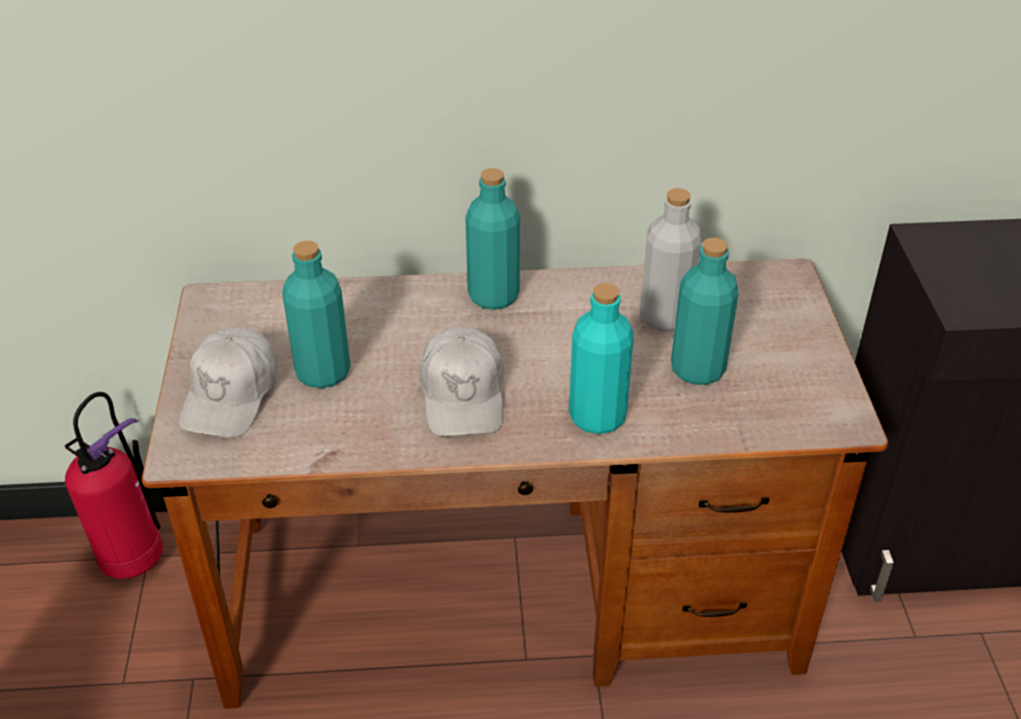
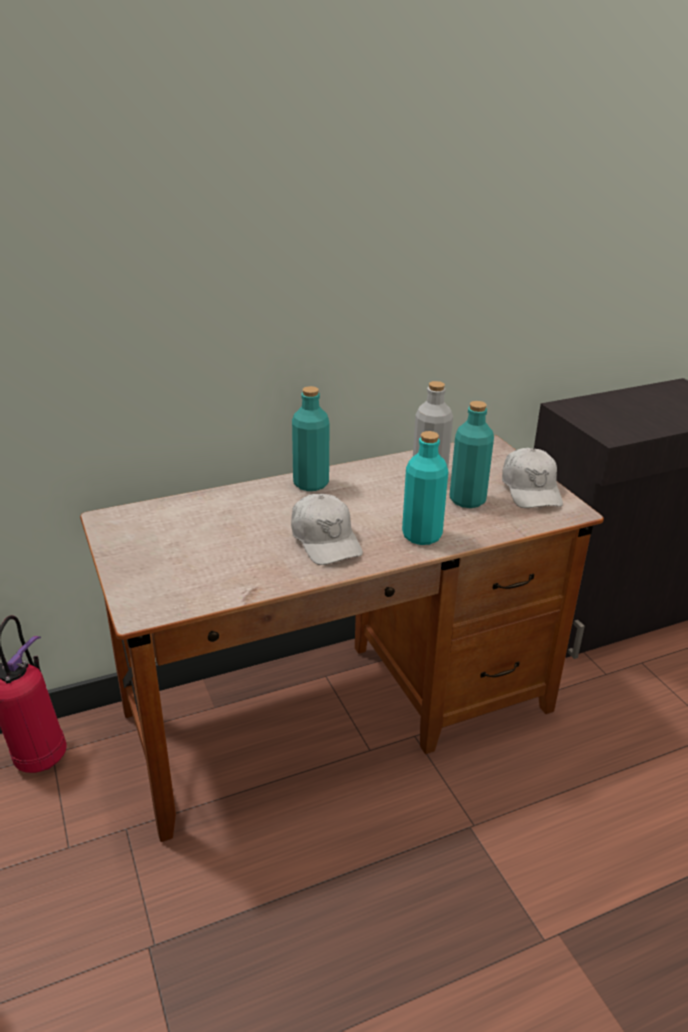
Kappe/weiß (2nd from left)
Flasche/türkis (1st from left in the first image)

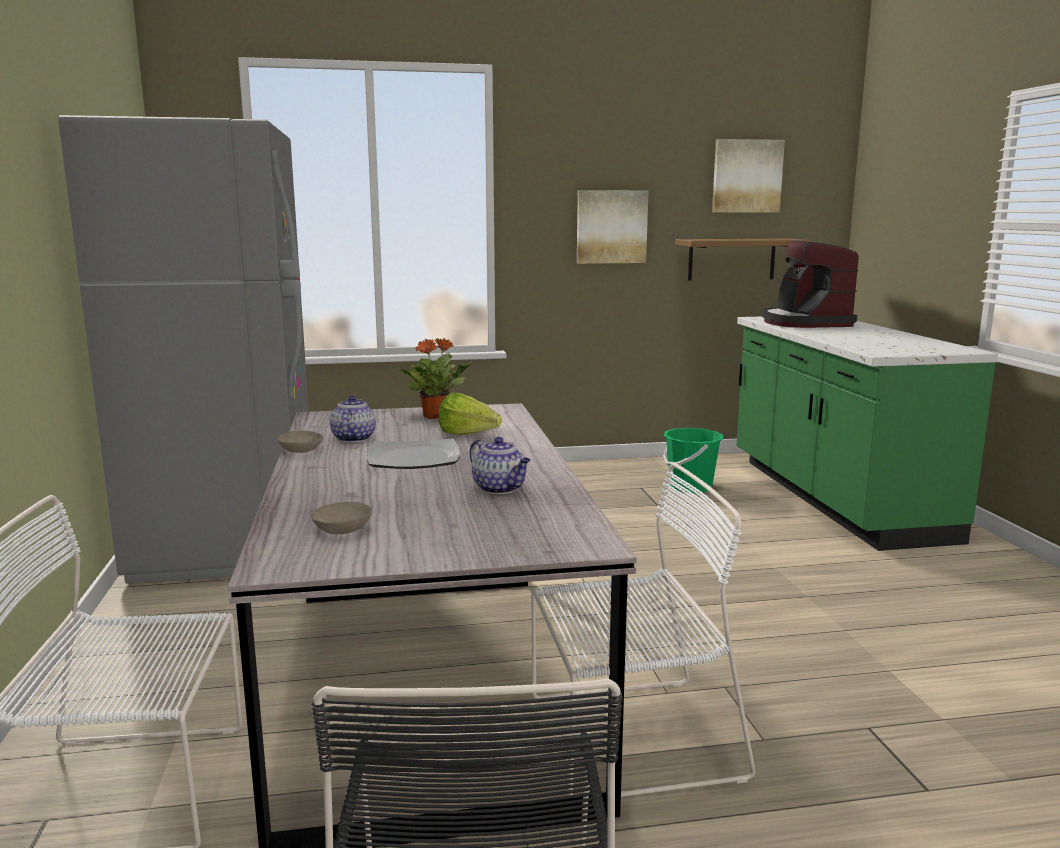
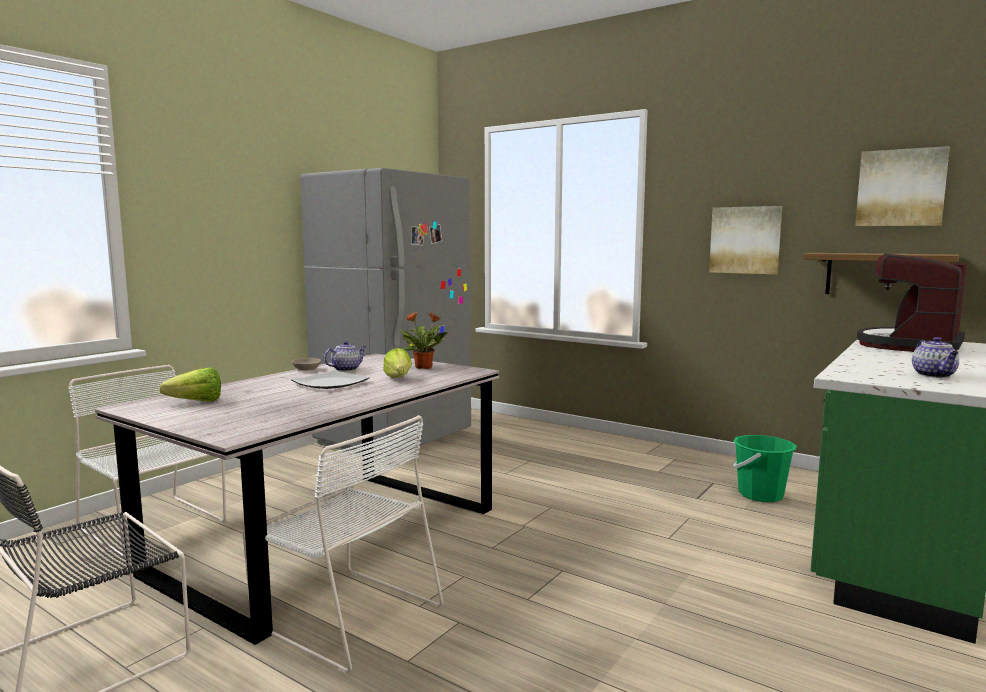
Salatkopf (1st from left)
Teekanne (2nd from left)

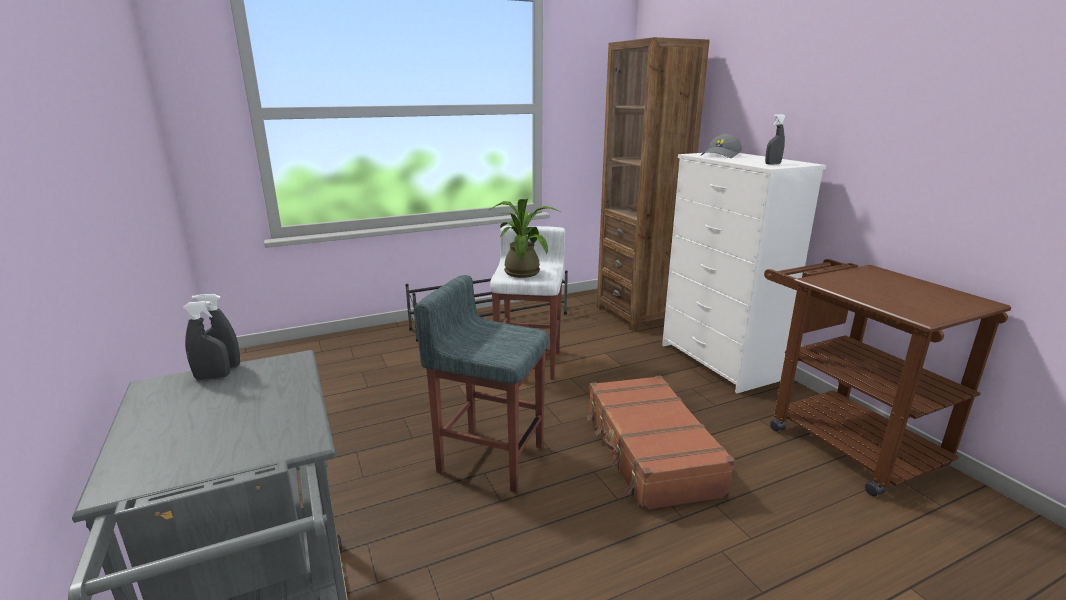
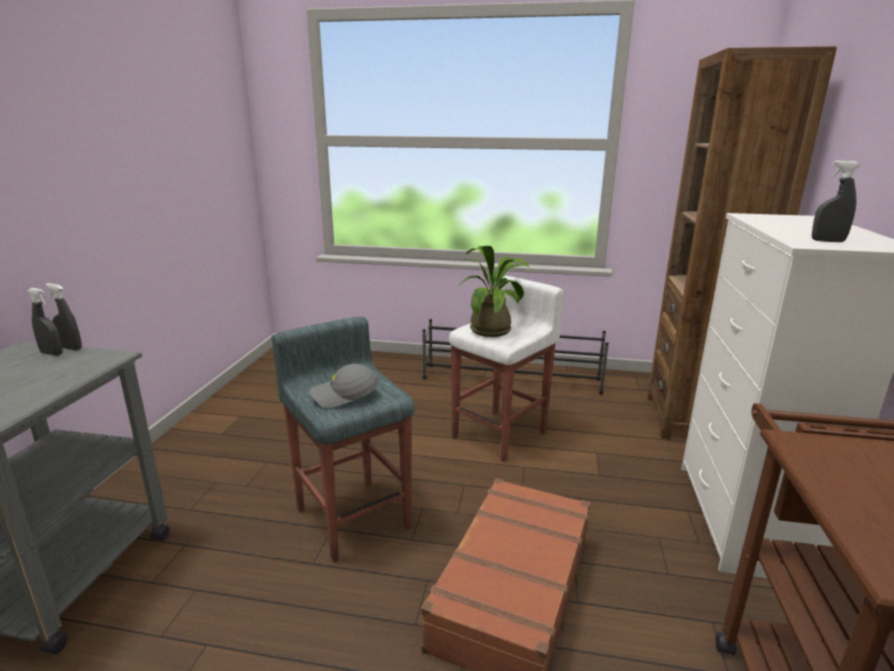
Kappe/grau

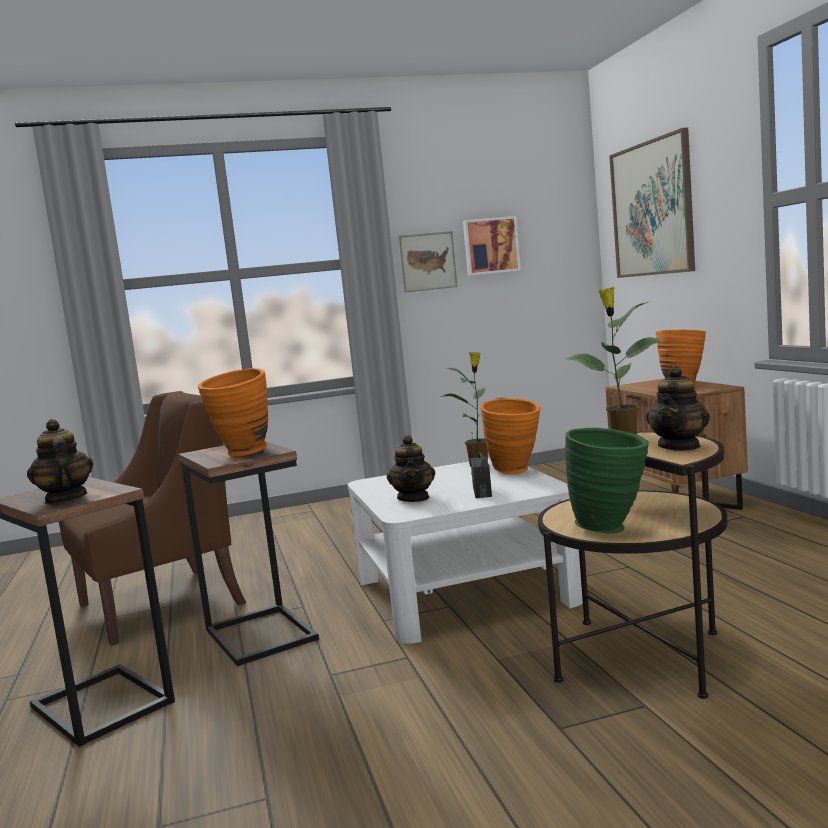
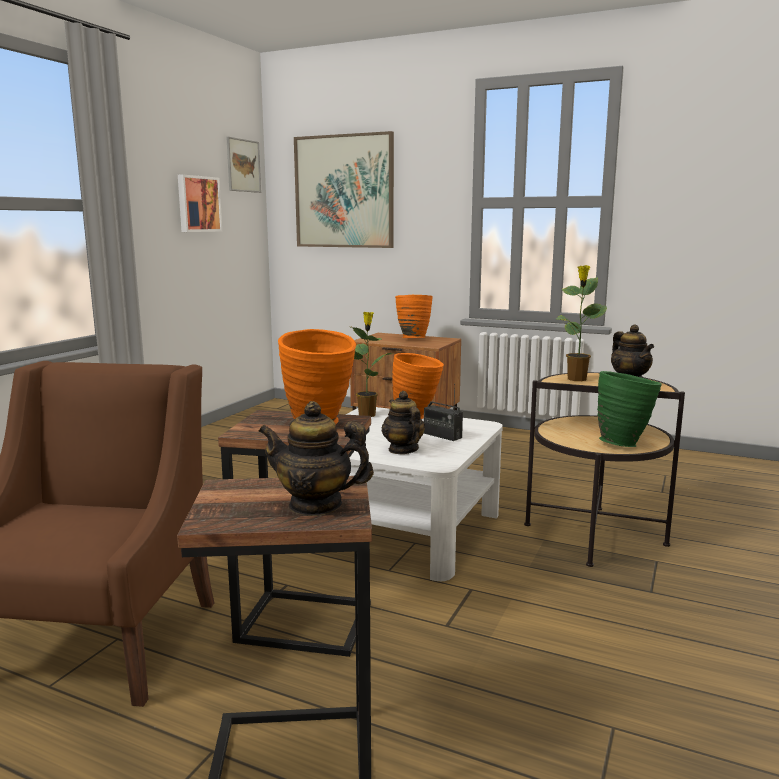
Bild (2nd from left)
Teekanne (2nd from left)

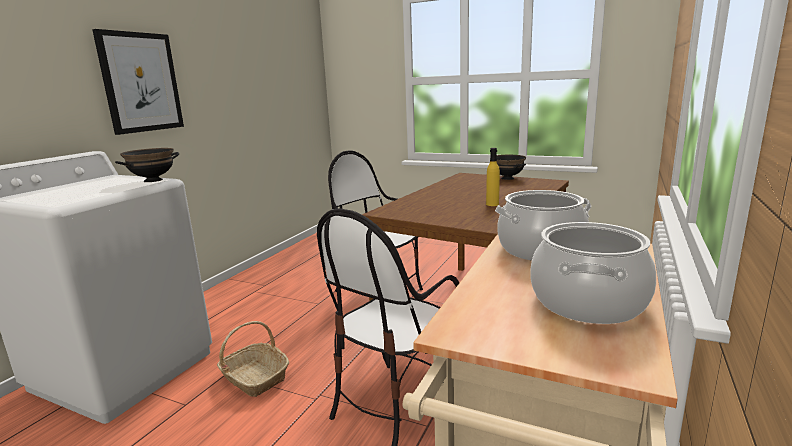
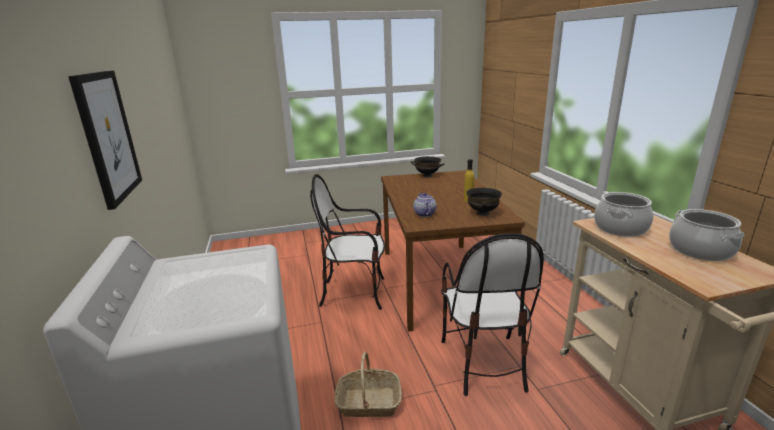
Teekanne
Schüssel/schwarz (2nd from left)

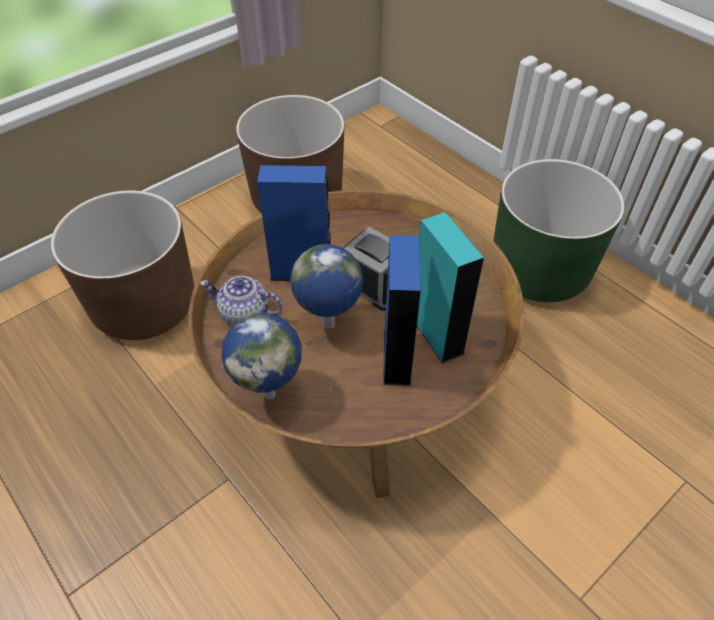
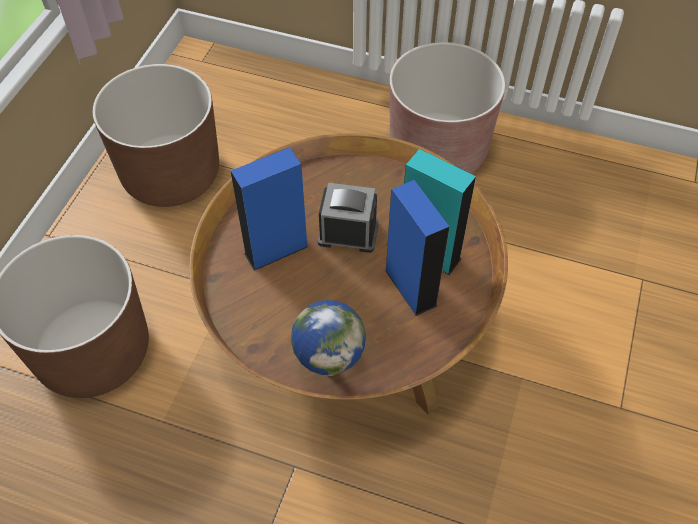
Pflanzkübel/braun (3rd from left)
Teekanne
Globus (2nd from left in the first image)

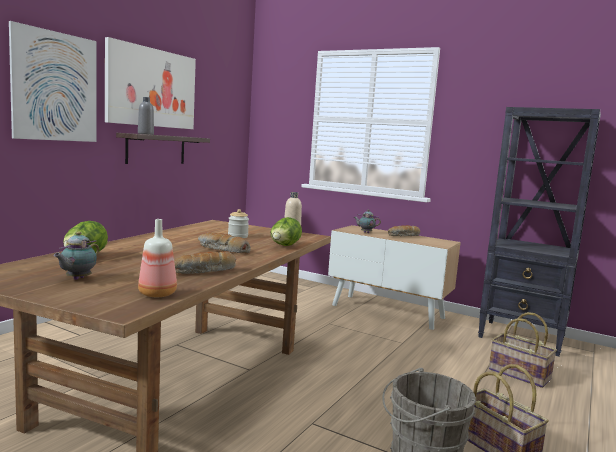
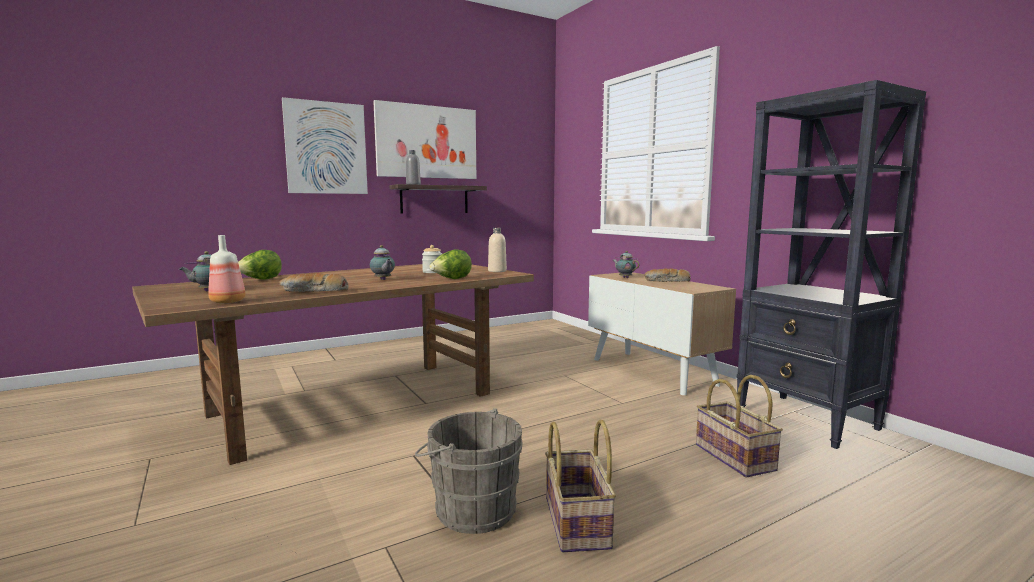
Teekanne (2nd from left)

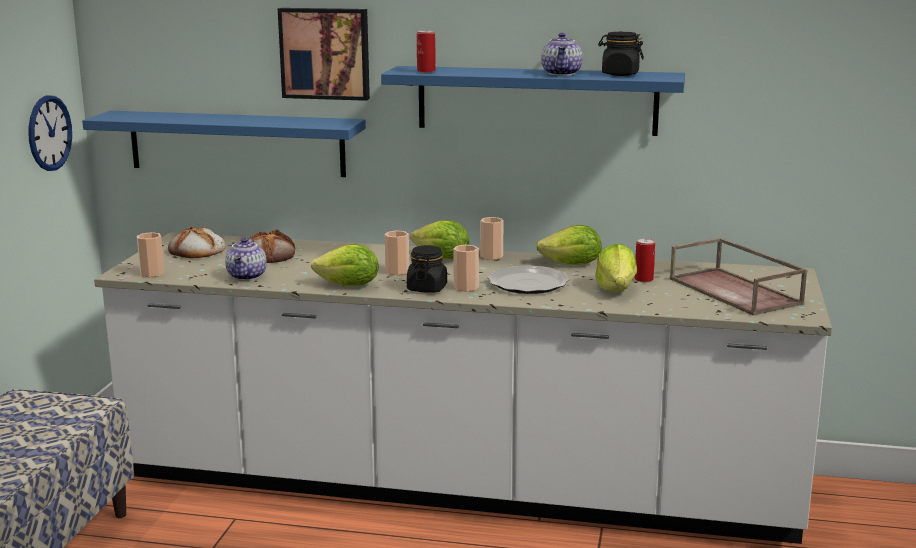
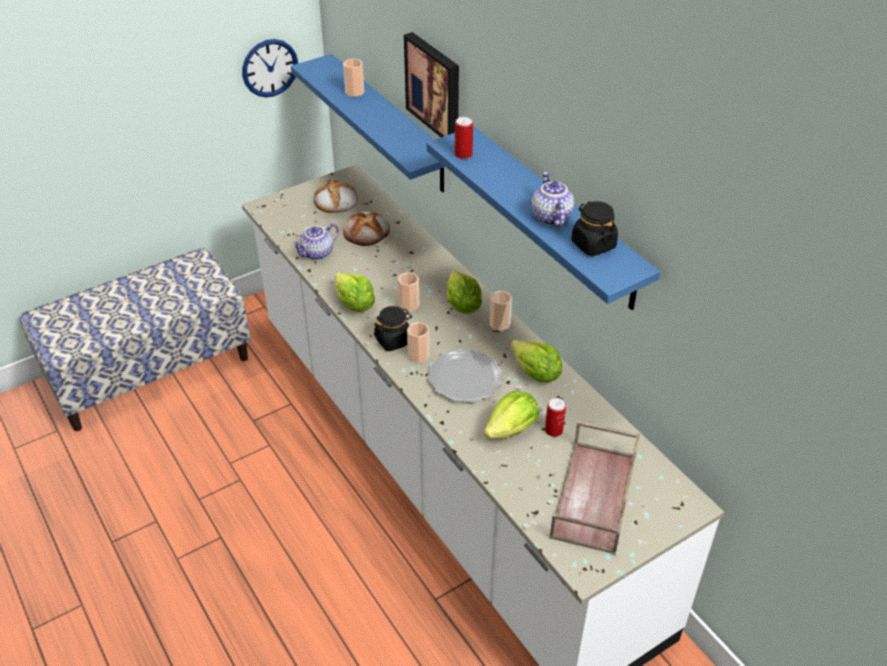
Tasse (1st from left)
Teekanne (2nd from left)

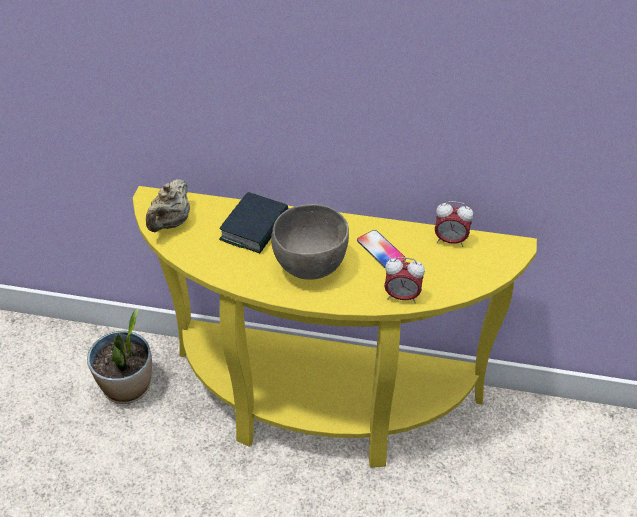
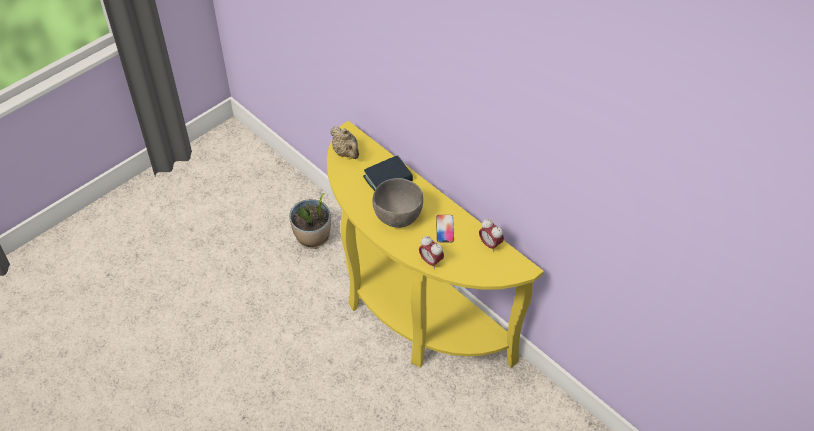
Teekanne/beige

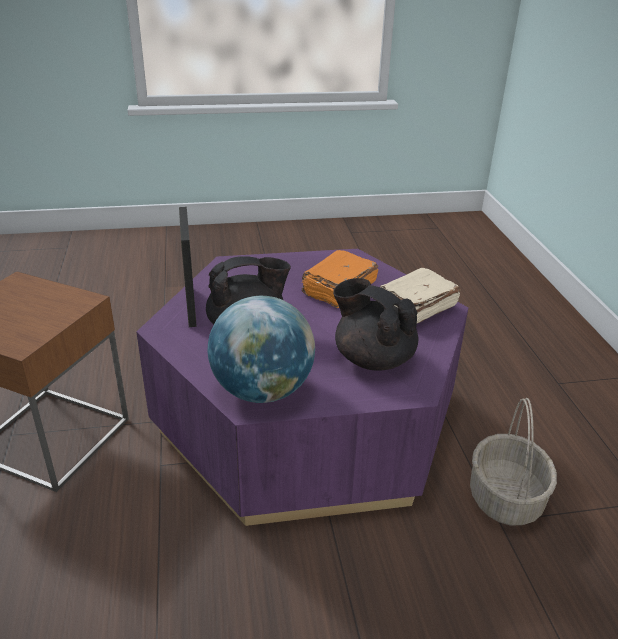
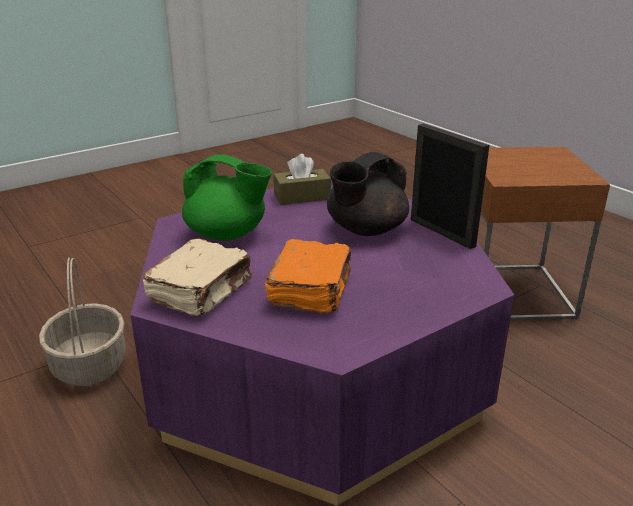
Teekanne/grün
Taschentuchbox/braun

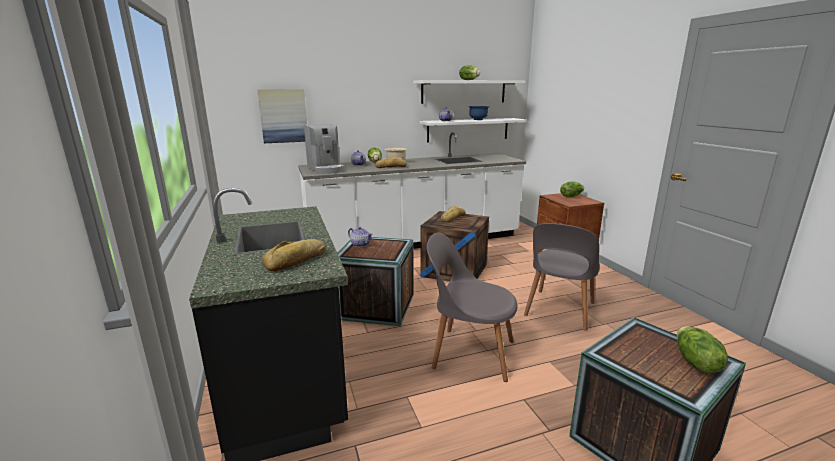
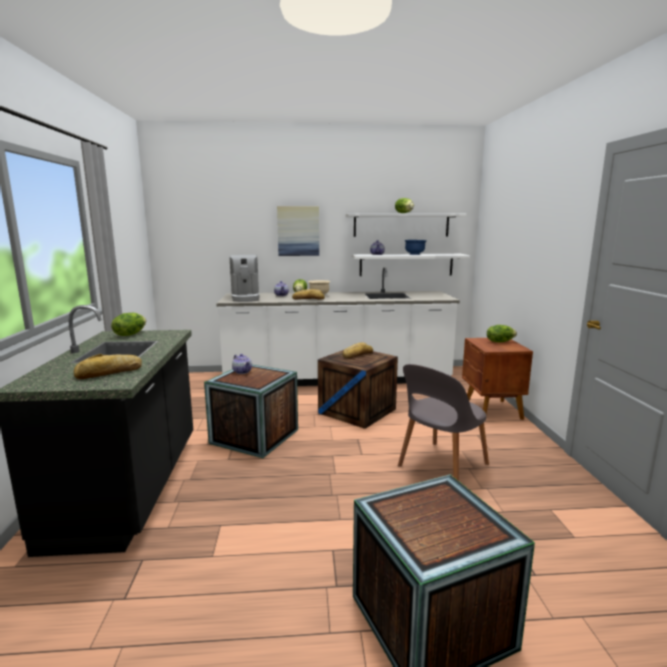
Salatkopf (1st from left)
Bild
Stuhl/grau (1st from left in the first image)

